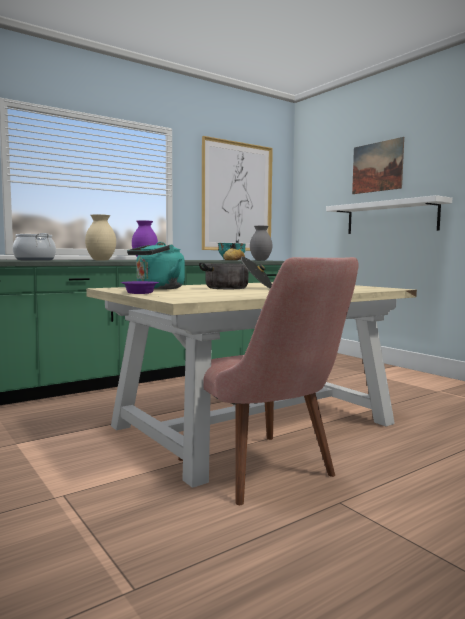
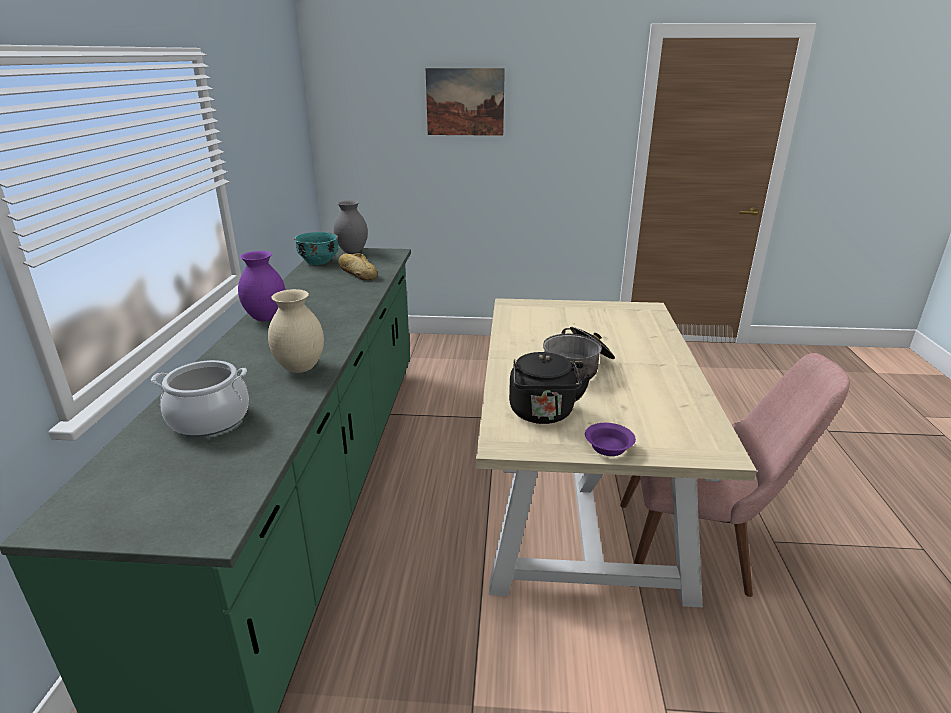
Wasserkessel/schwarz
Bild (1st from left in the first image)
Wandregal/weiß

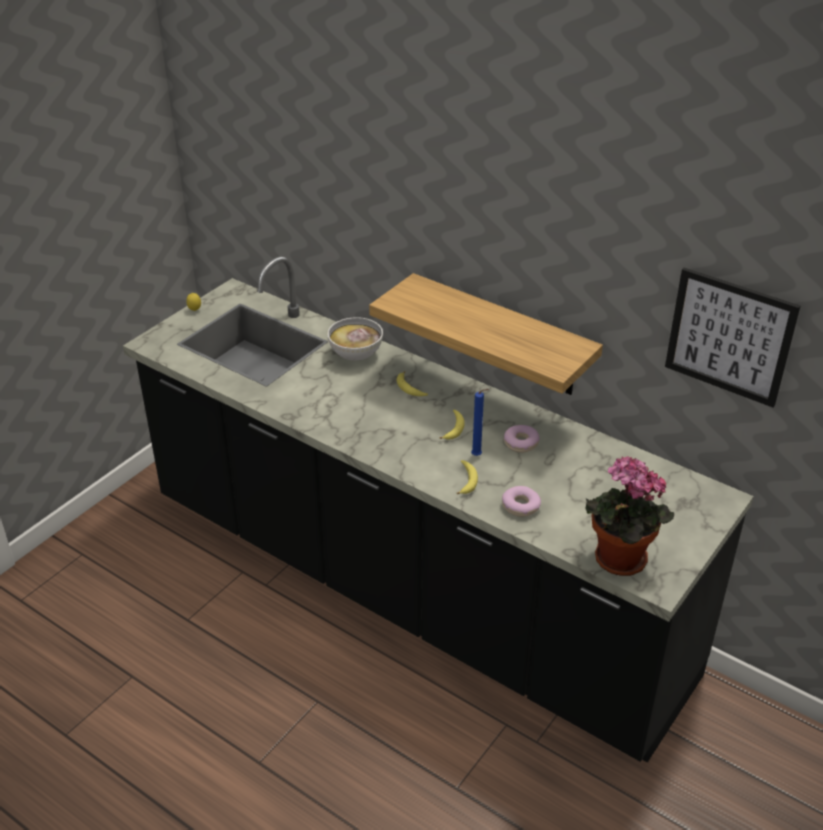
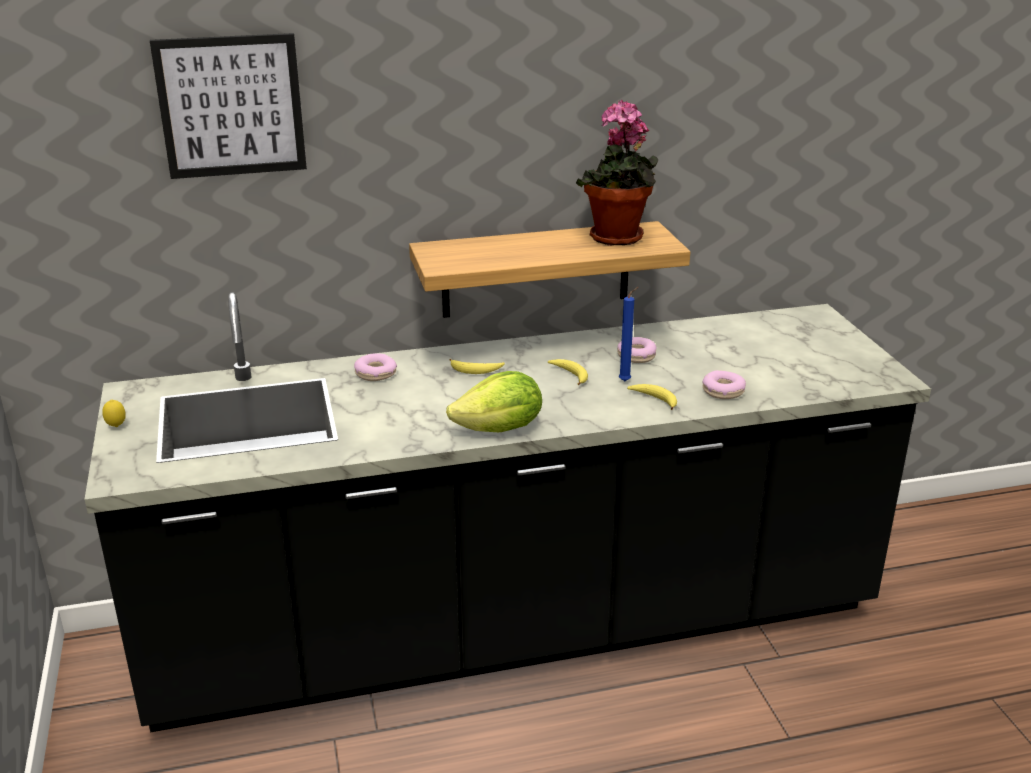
Bild
Donut (1st from left)
Salatkopf
Topfpflanze

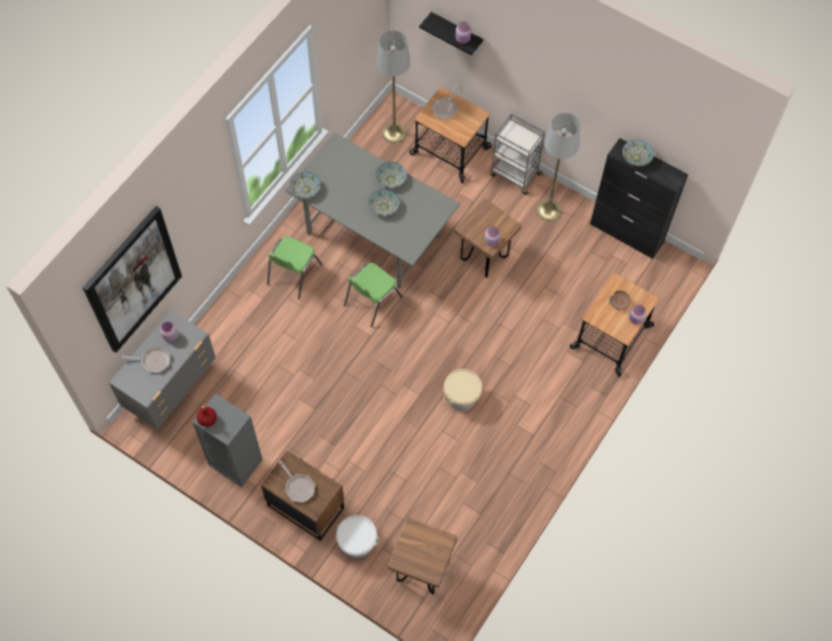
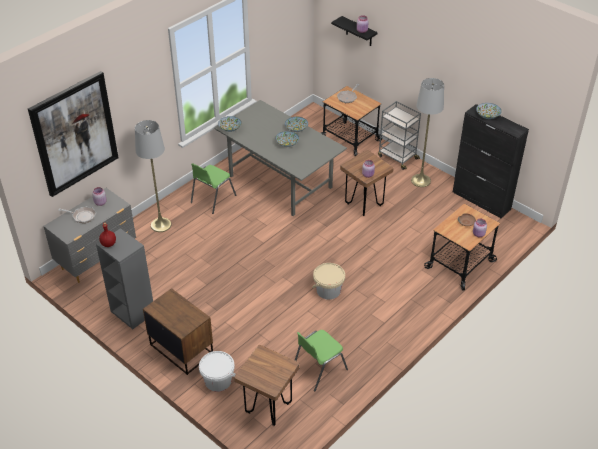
Stehlampe/grau (1st from left)
Stuhl/grün (2nd from left)
Pfanne (2nd from left in the first image)

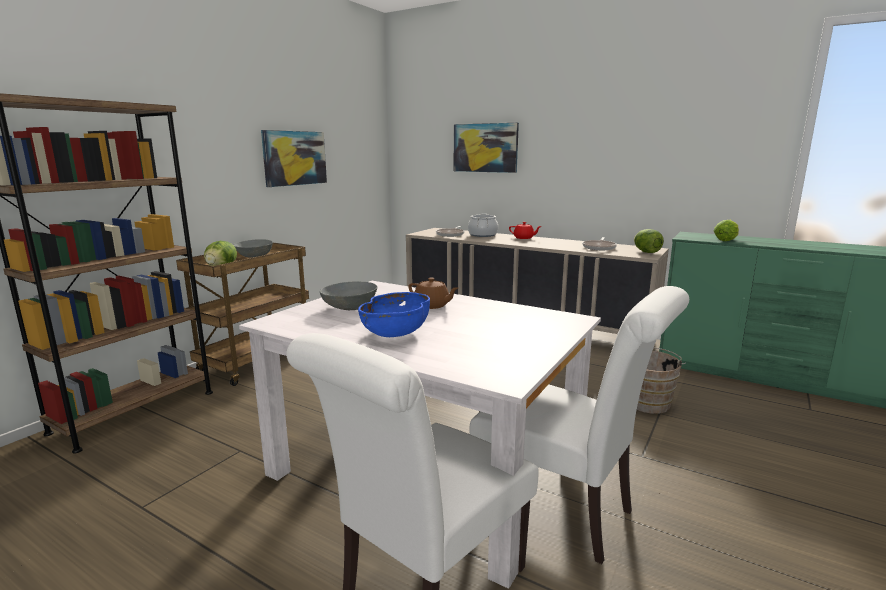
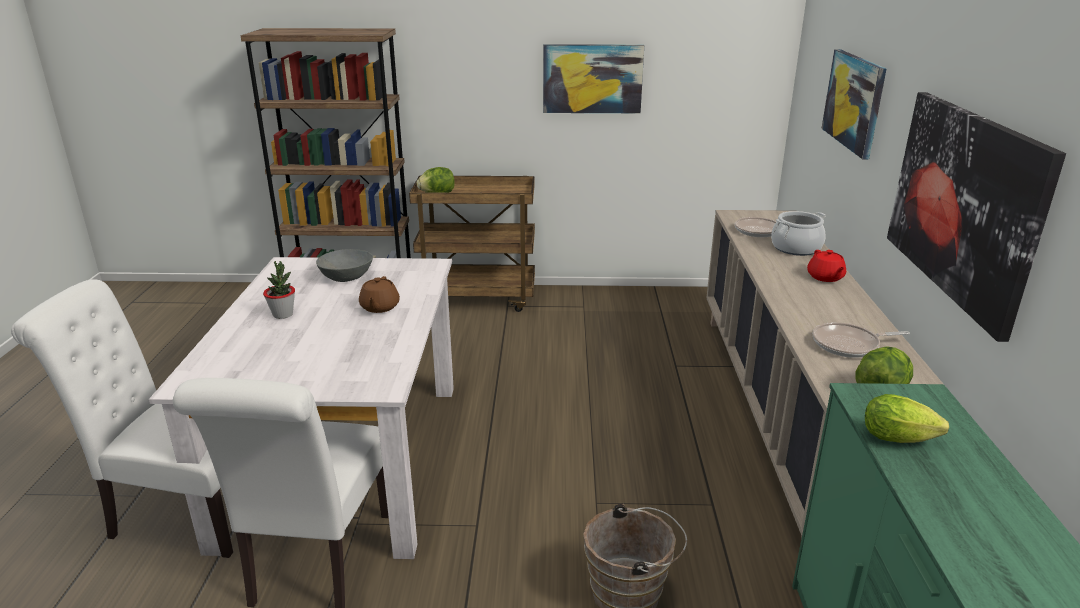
Topfpflanze
Bild (3rd from left)
Schüssel/grau (1st from left in the first image)

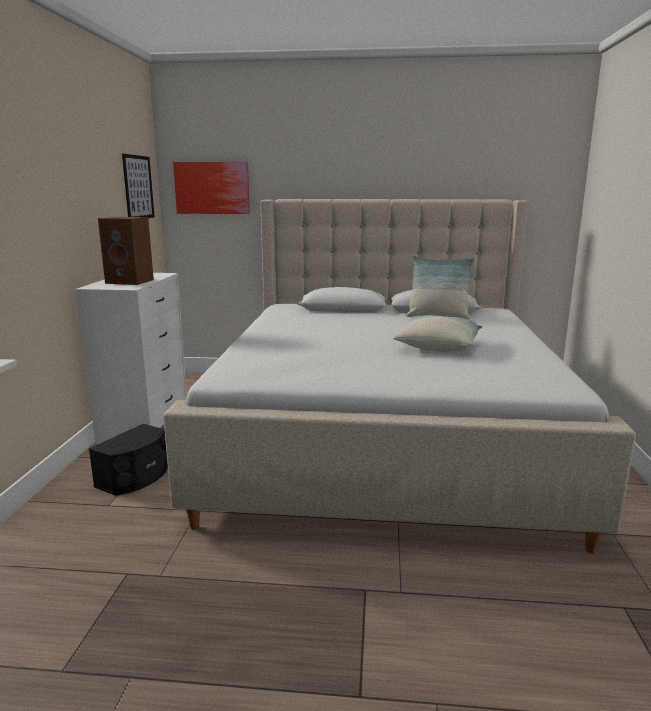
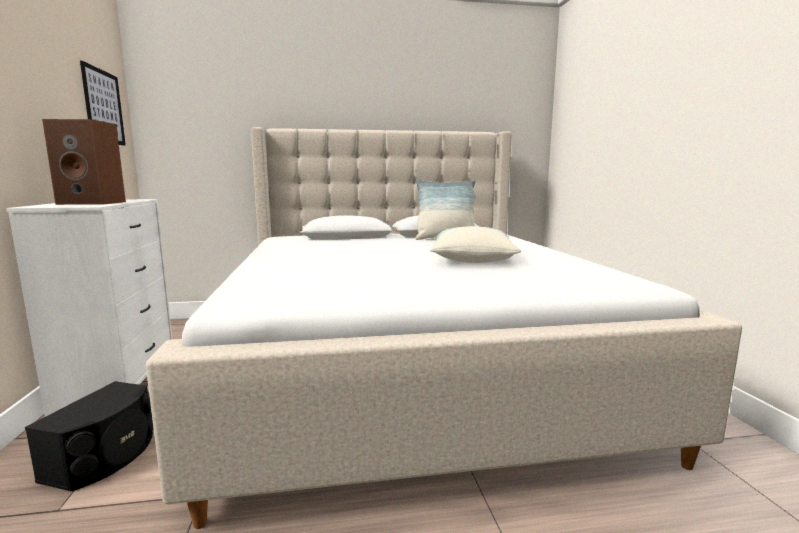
Bild (2nd from left in the first image)

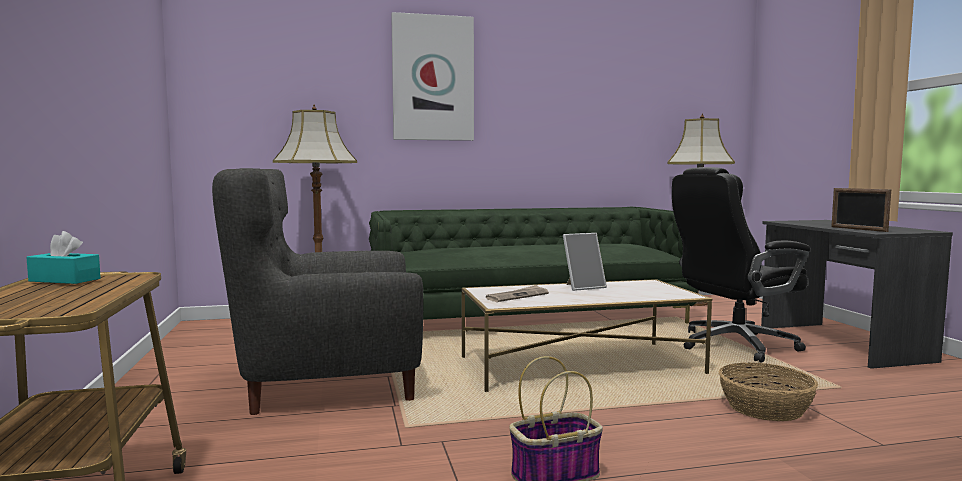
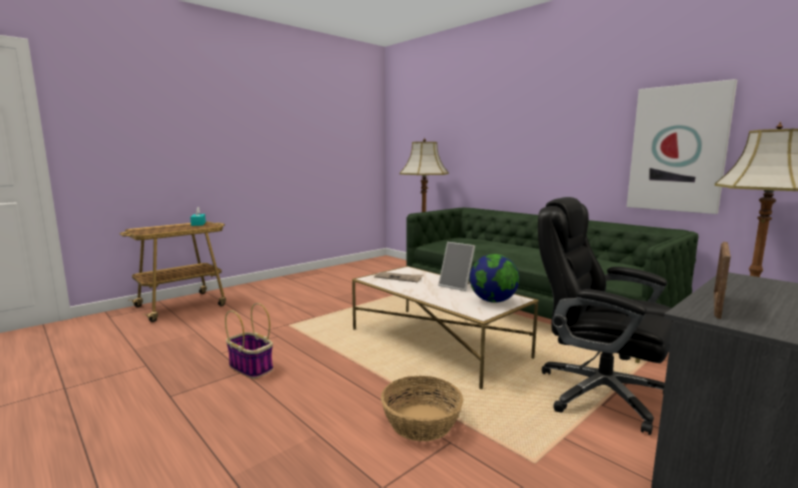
Globus
Bild
Sessel/grau

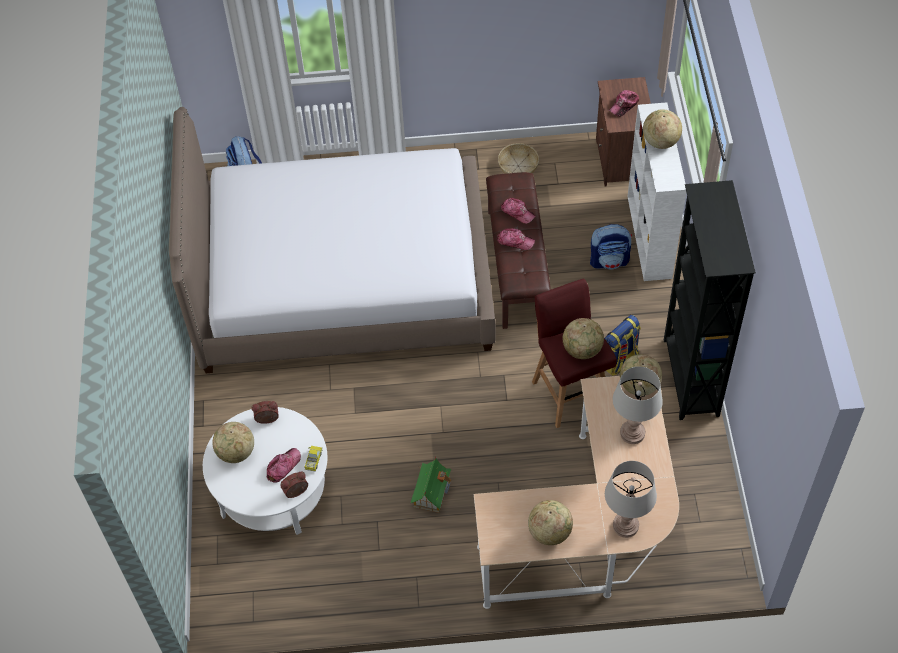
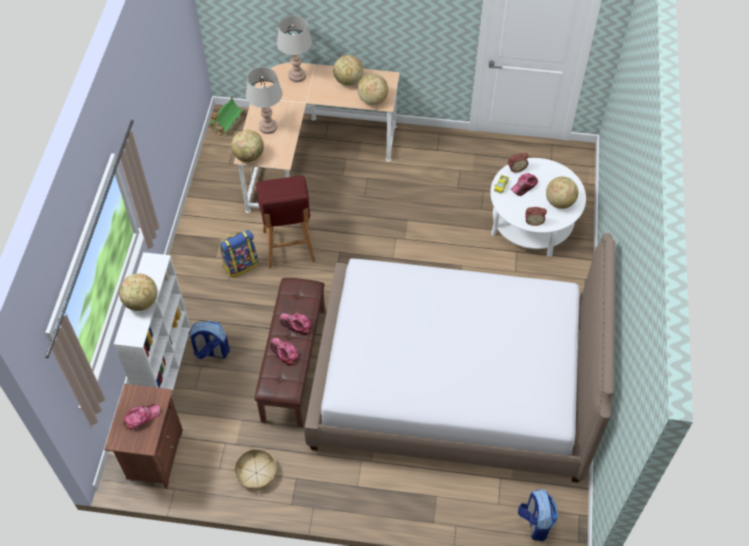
Spielzeughaus
Globus (4th from left)
Bücherregal/schwarz

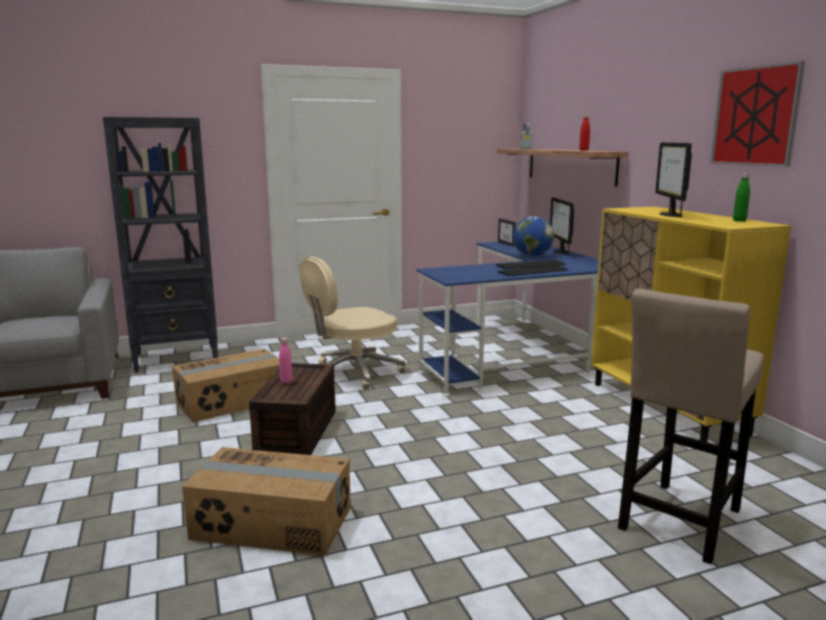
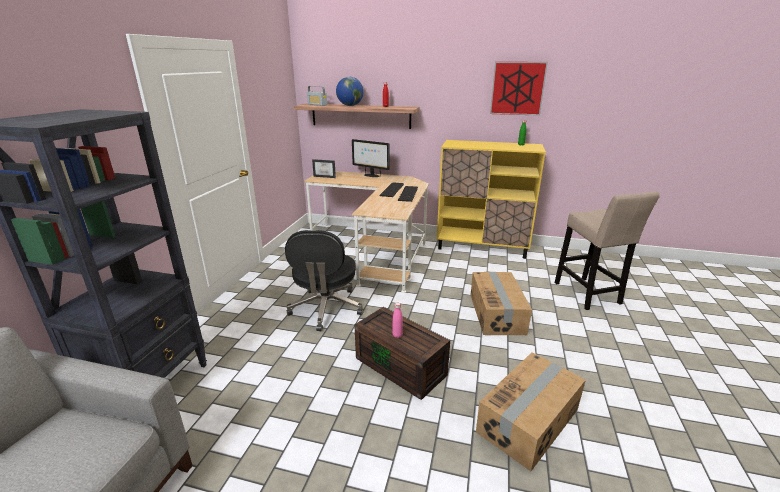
Bürostuhl/schwarz
Schreibtisch/beige
Globus
Karton (1st from left)
Monitor (2nd from left in the first image)

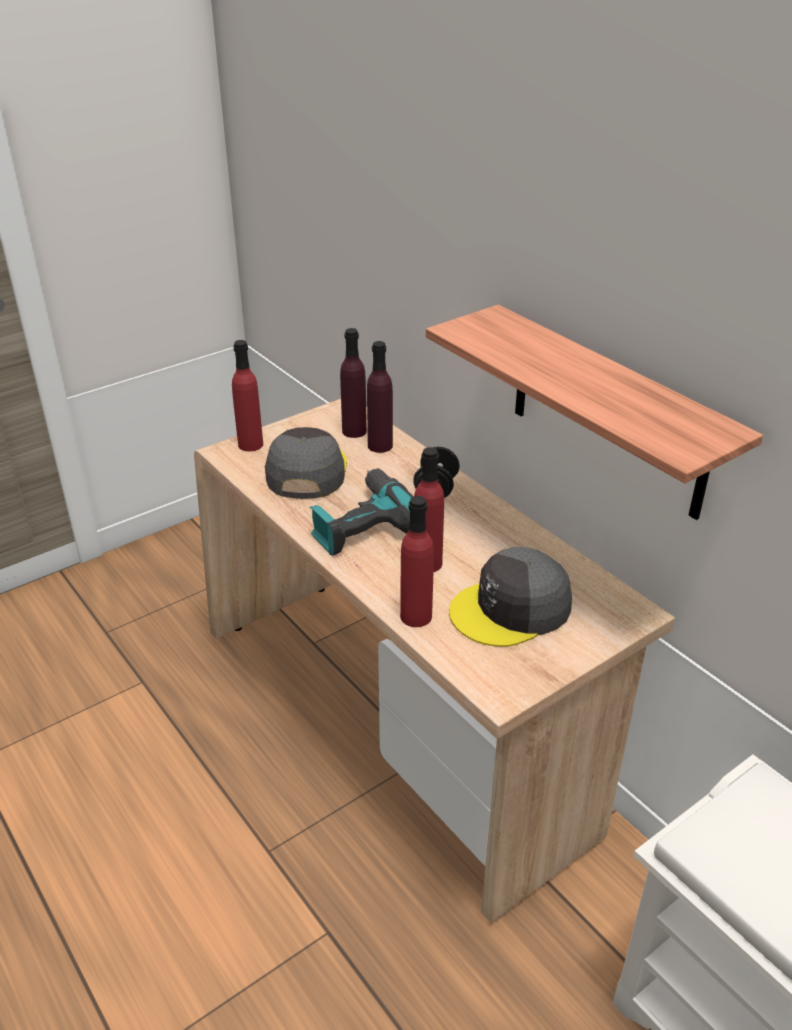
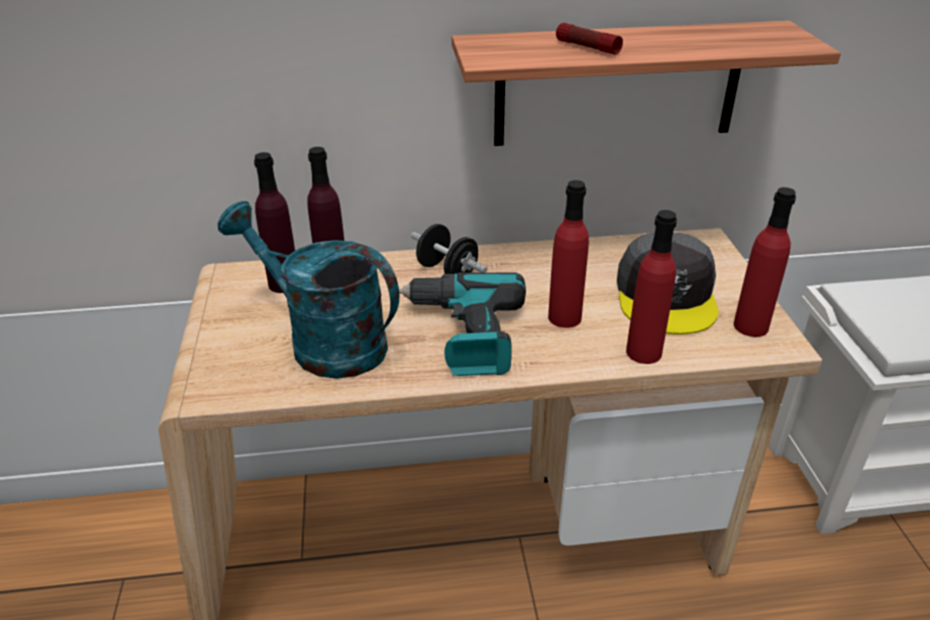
Gießkanne/türkis
Taschenlampe
Flasche/rot (3rd from left)

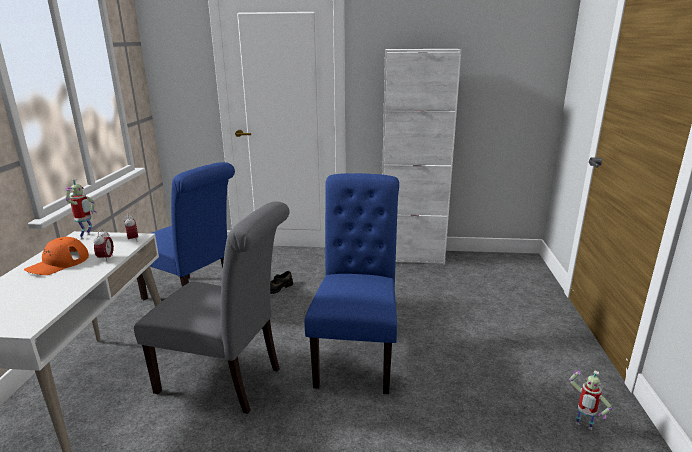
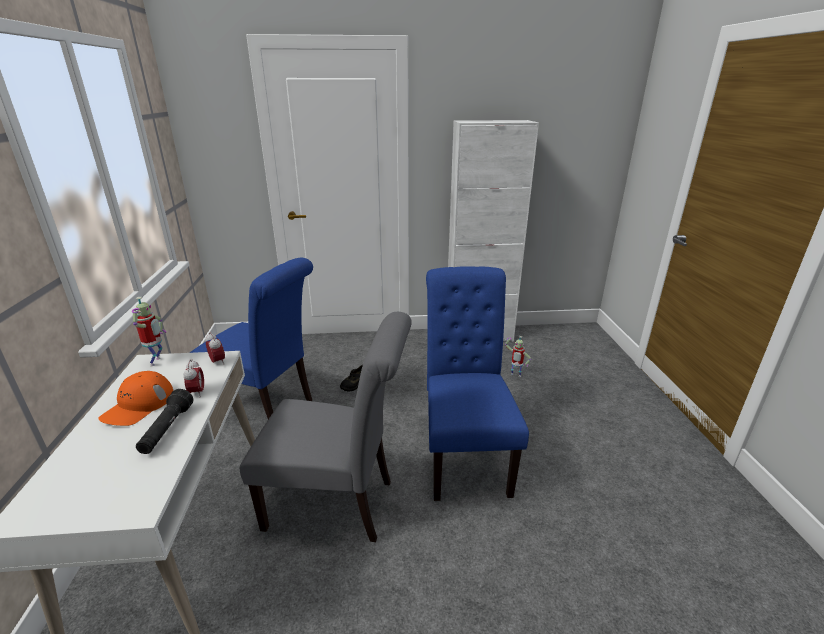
Taschenlampe/schwarz
Spielzeugroboter (2nd from left)

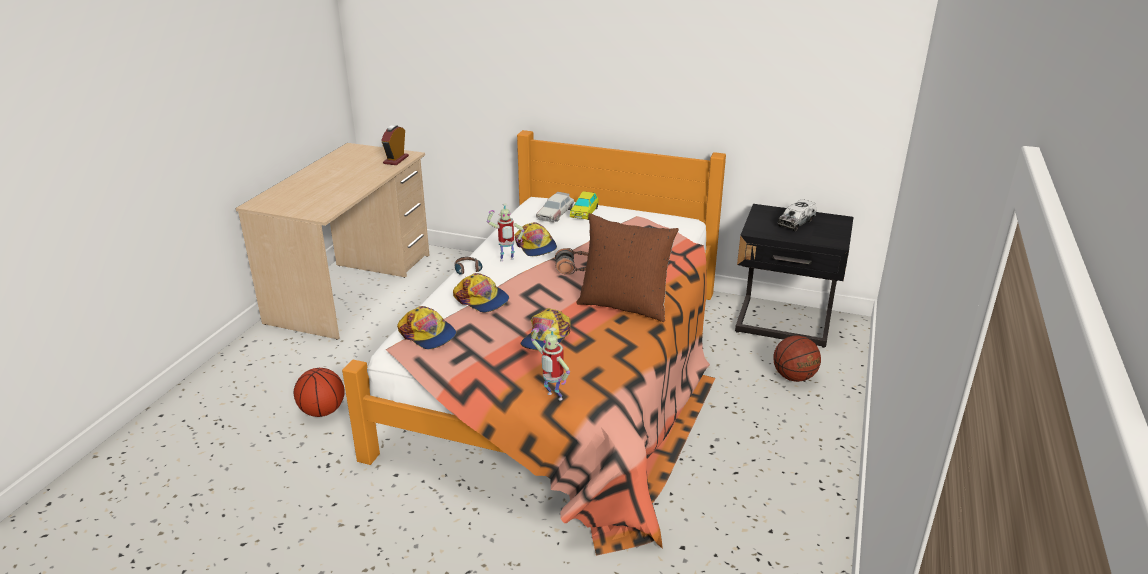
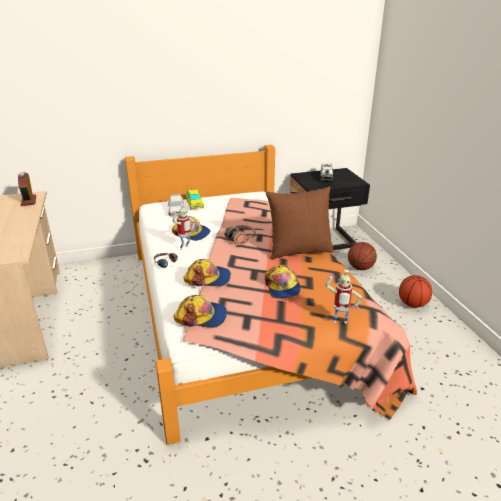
Basketball (2nd from left)

